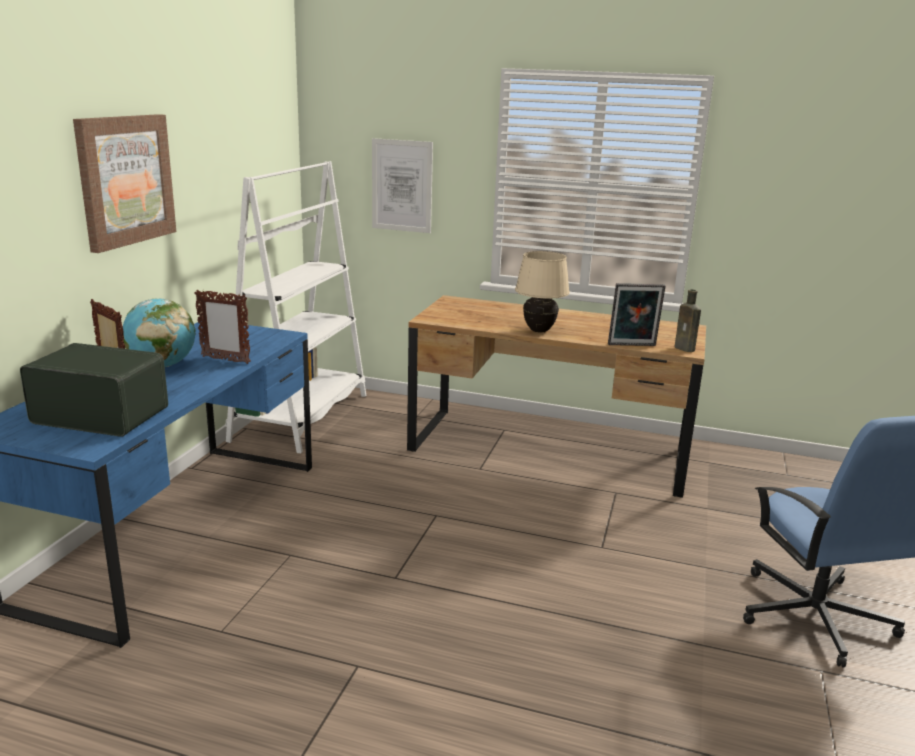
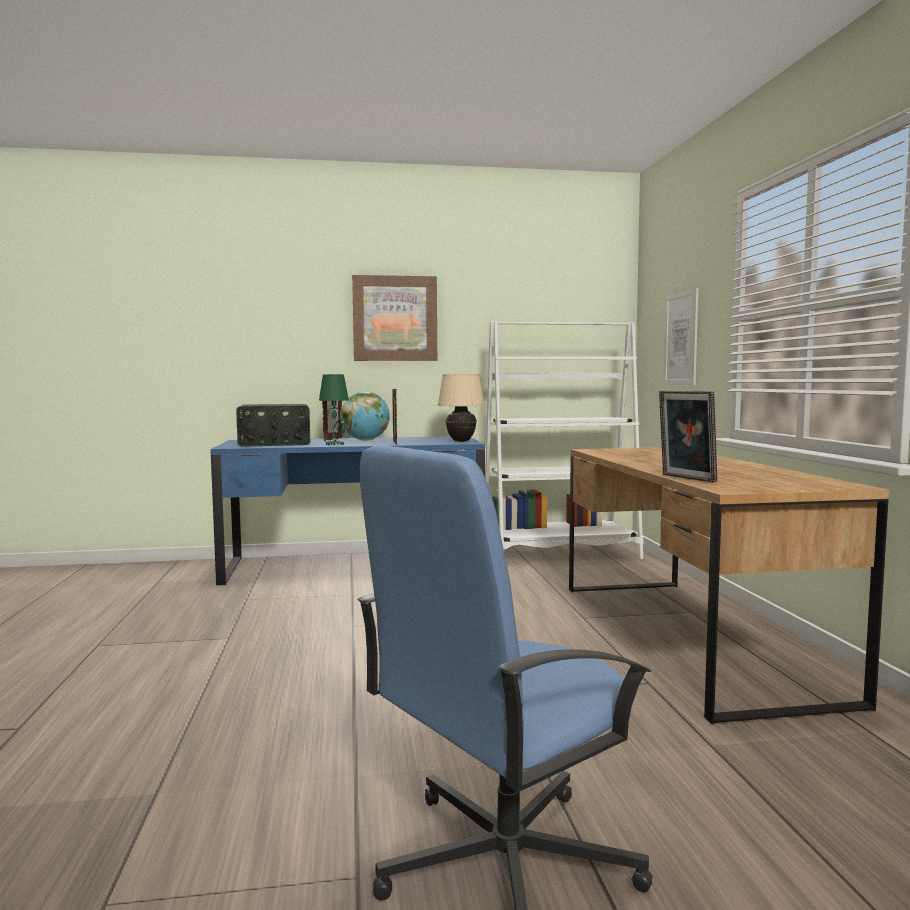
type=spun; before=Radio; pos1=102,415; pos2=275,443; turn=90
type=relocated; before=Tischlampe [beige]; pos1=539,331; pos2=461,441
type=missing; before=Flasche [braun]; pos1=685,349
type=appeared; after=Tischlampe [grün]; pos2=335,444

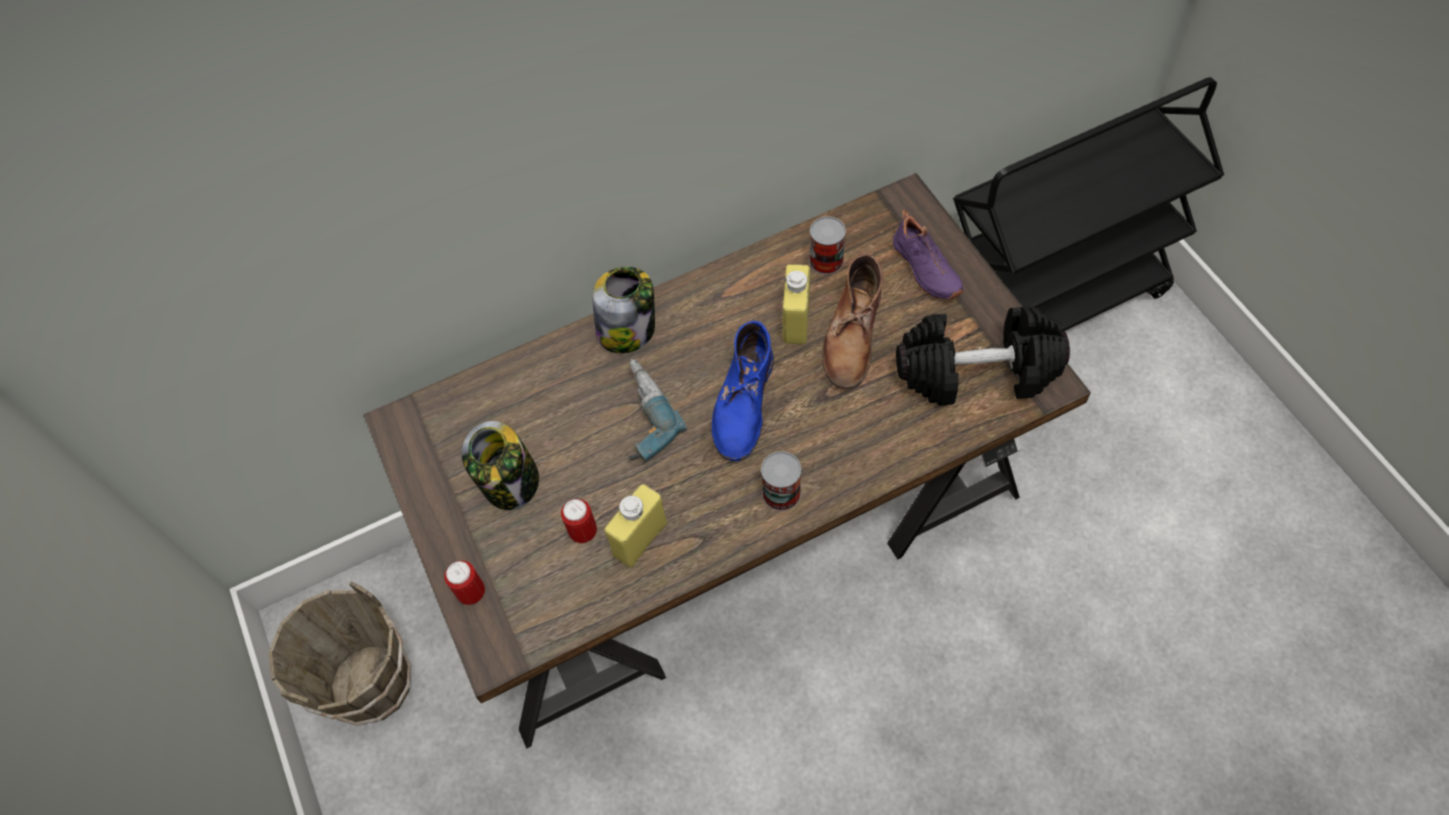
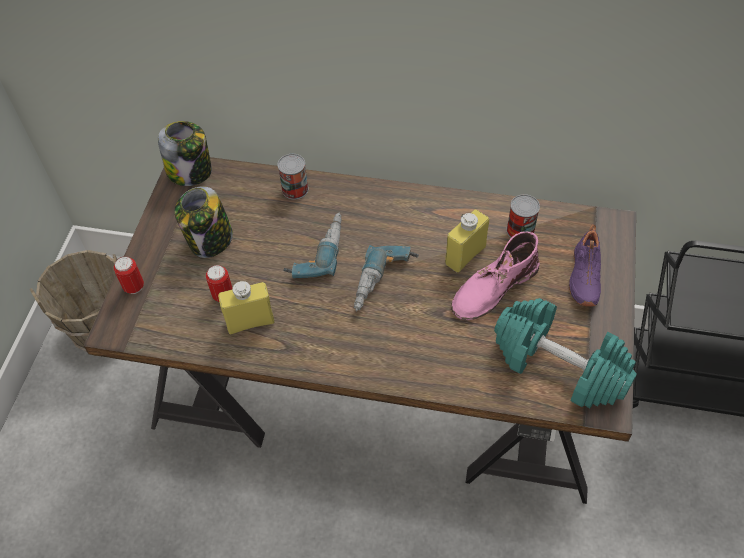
type=relocated; before=Vorratsglas; pos1=627,330; pos2=190,171
type=exchanged; before=Stiefel [blau]; after=Bohrmaschine; pos1=743,404; pos2=384,284
type=relocated; before=Dose; pos1=781,493; pos2=295,189
type=colour; before=Stiefel [braun]; after=Stiefel [rosa]; pos1=852,336; pos2=493,288
type=colour; before=Hantel [schwarz]; after=Hantel [türkis]; pos1=976,373; pos2=558,366

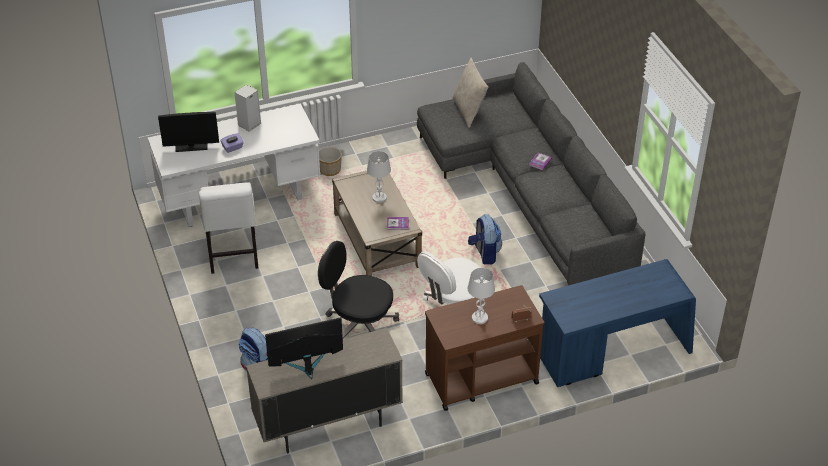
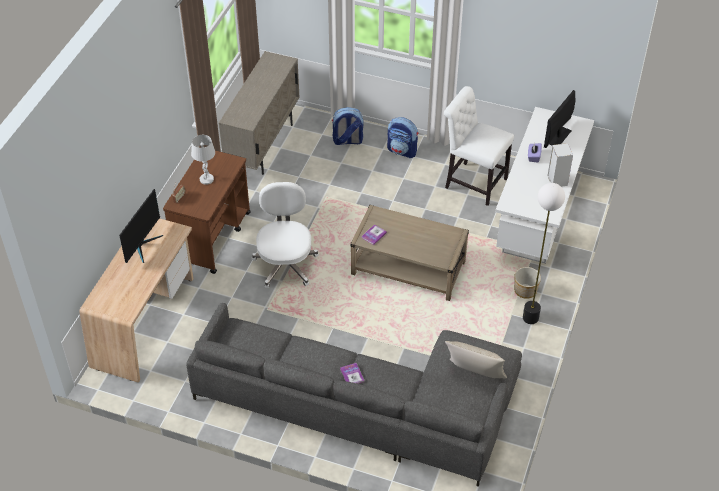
type=relocated; before=Monitor; pos1=306,366; pos2=142,245
type=missing; before=Bürostuhl [schwarz]; pos1=359,325
type=missing; before=Tischlampe [weiß]; pos1=379,198
type=relocated; before=Rucksack; pos1=484,253; pos2=402,151
type=colour; before=Schreibtisch [blau]; after=Schreibtisch [beige]; pos1=613,353; pos2=146,322
type=appeared; after=Stehlampe; pos2=530,317

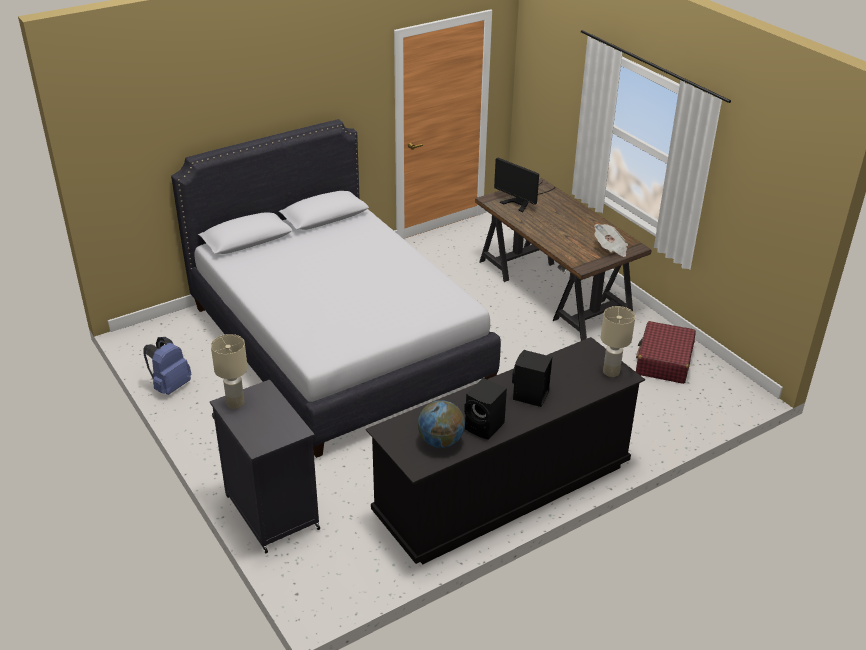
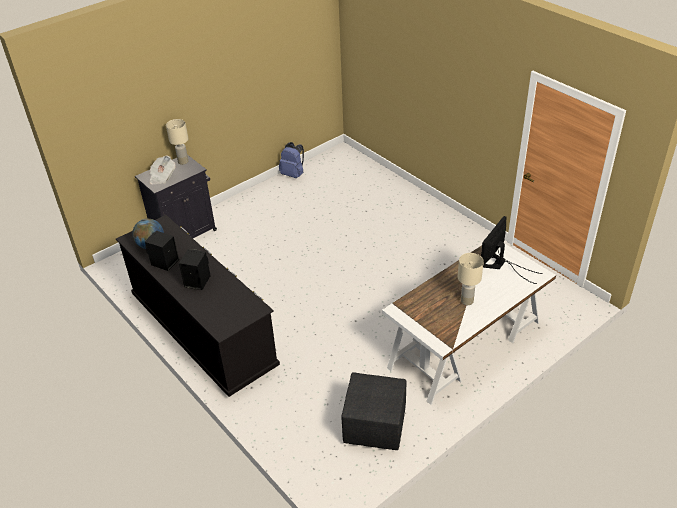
type=missing; before=Bett [weiß]; pos1=337,344
type=colour; before=Schreibtisch [braun]; after=Schreibtisch [weiß]; pos1=554,291; pos2=465,345
type=relocated; before=Zeitung; pos1=610,249; pos2=162,177
type=relocated; before=Tischlampe [beige]; pos1=610,372; pos2=467,301
type=exchanged; before=Koffer [rot]; after=Polsterhocker [schwarz]; pos1=664,361; pos2=374,427

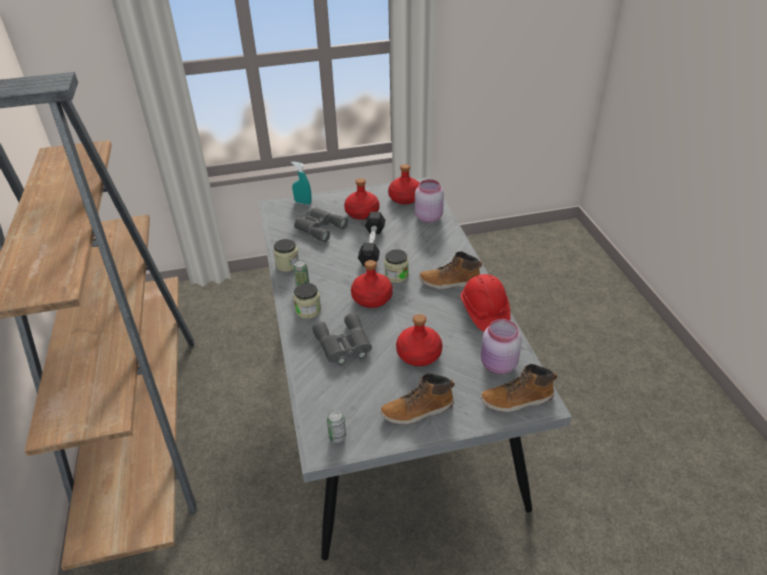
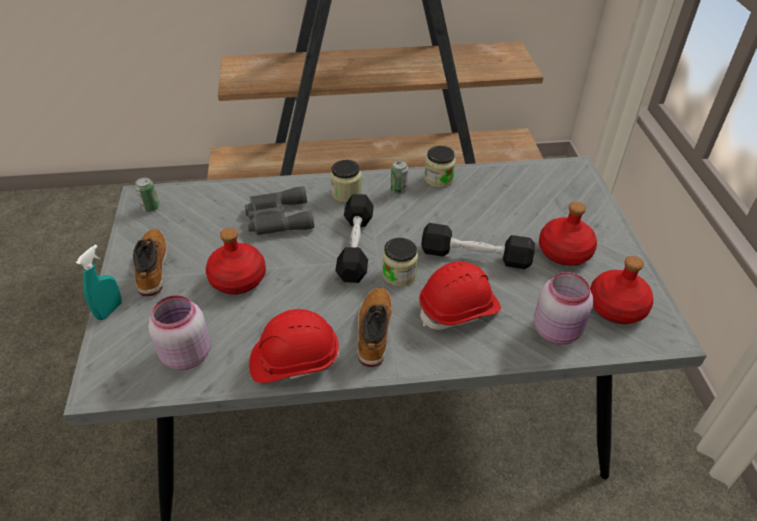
type=relocated; before=Sprühflasche [türkis]; pos1=303,202; pos2=109,310
type=missing; before=Fernglas [grau]; pos1=318,227
type=exchanged; before=Flasche [rot]; after=Hantel [schwarz]; pos1=371,298; pos2=355,246
type=missing; before=Stiefel; pos1=517,400
type=appeared; after=Schutzhelm [rot]; pos2=459,309

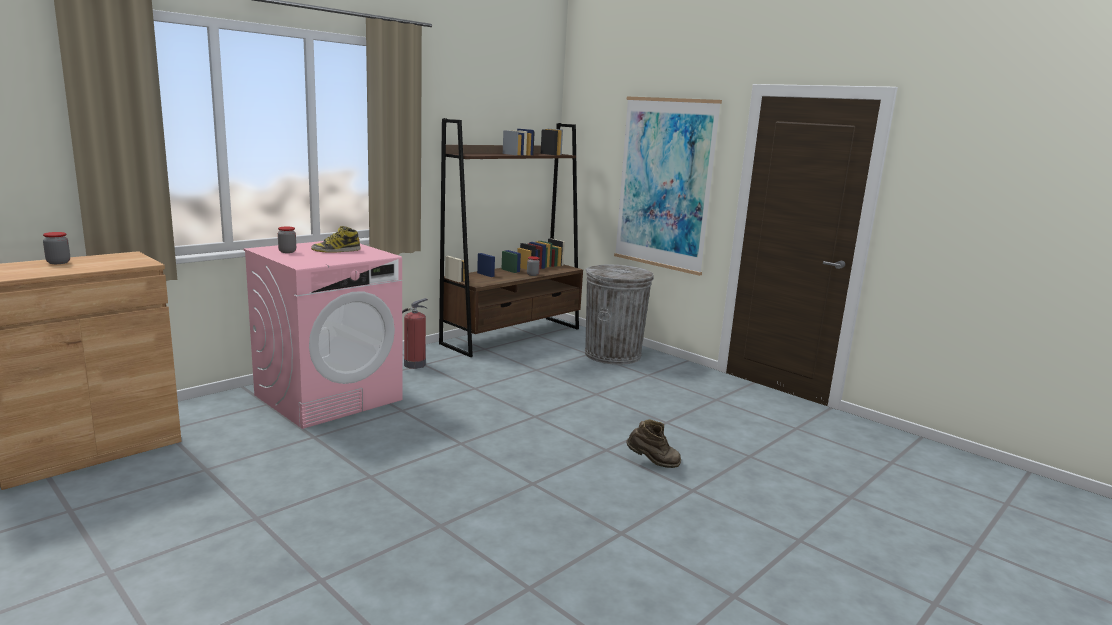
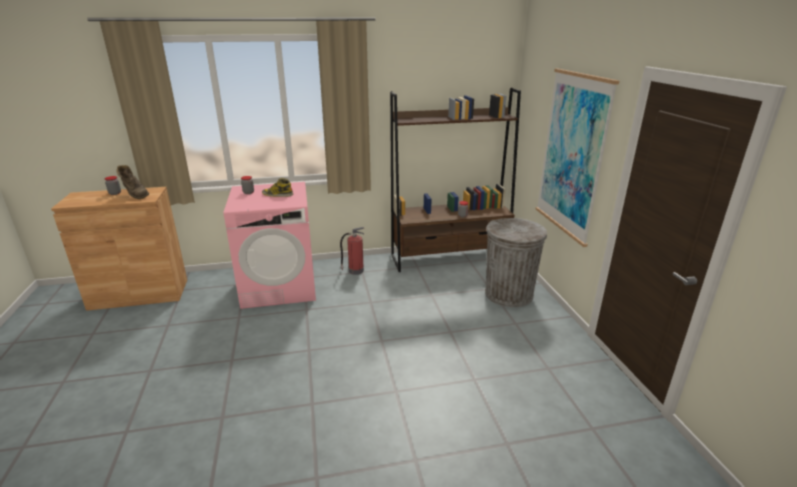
type=relocated; before=Stiefel [braun]; pos1=652,463; pos2=135,195

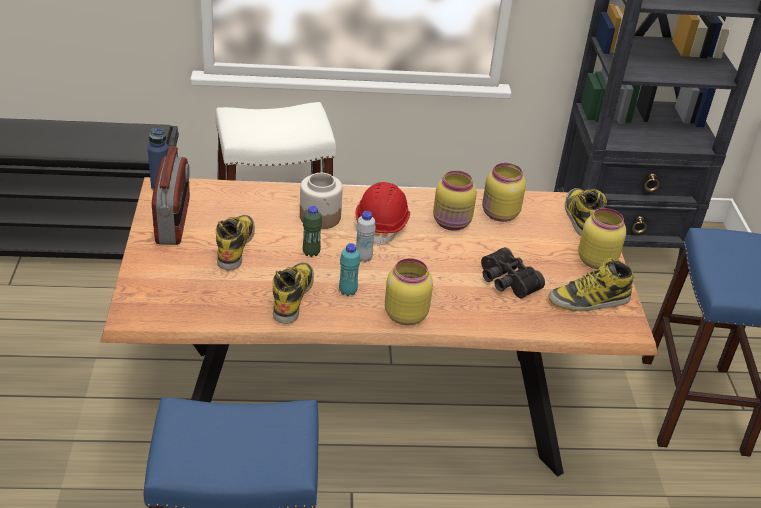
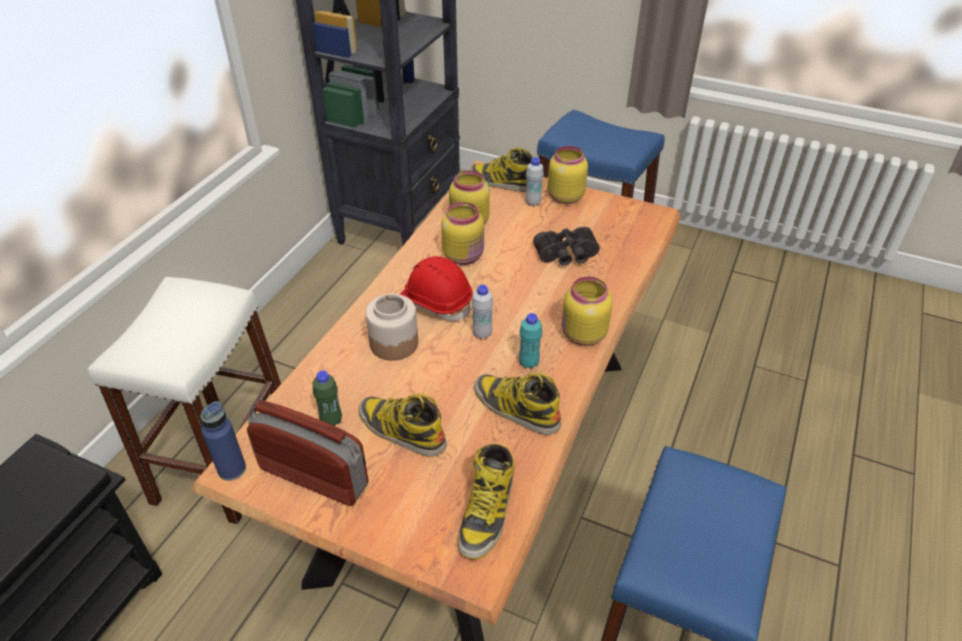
type=relocated; before=Flasche [grün]; pos1=311,253; pos2=331,421
type=relocated; before=Stiefel; pos1=589,300; pos2=486,512
type=appeared; after=Flasche [weiß]; pos2=533,203

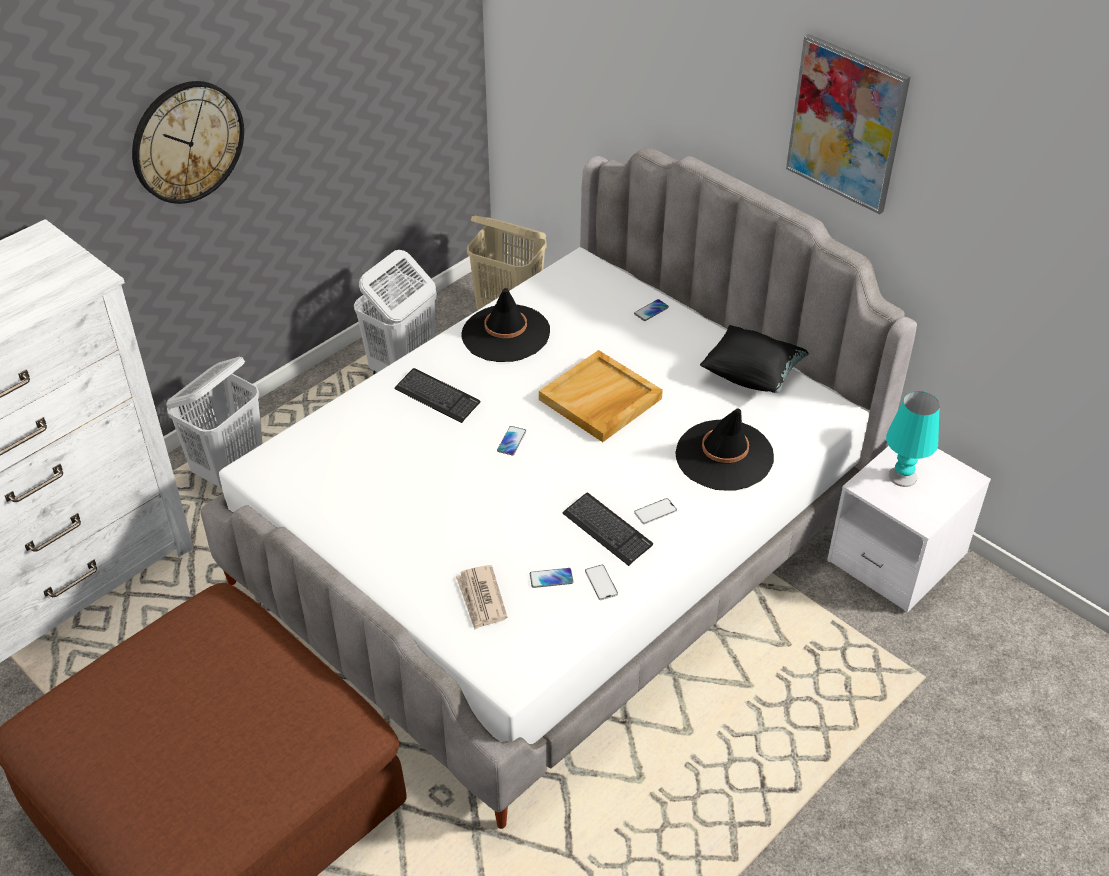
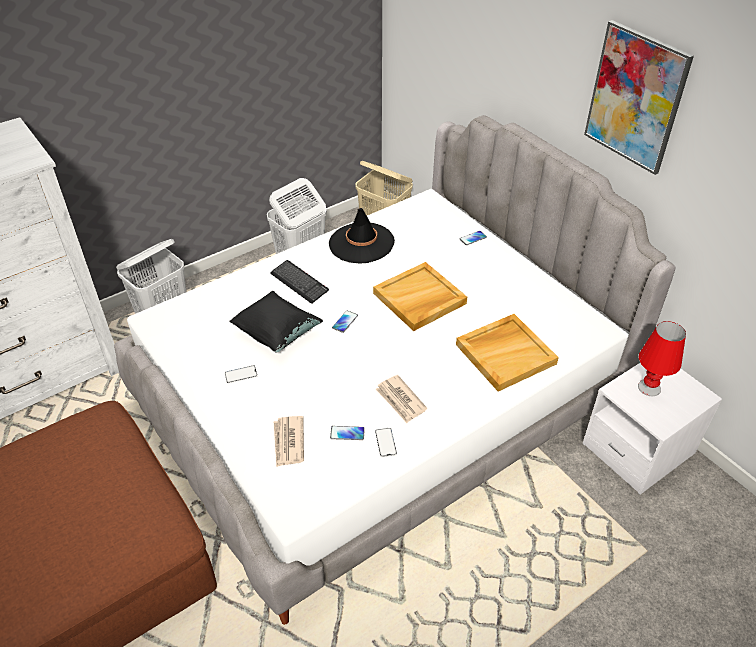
type=missing; before=Wanduhr; pos1=187,142
type=exchanged; before=Tastatur; after=Zeitung; pos1=607,530; pos2=400,400
type=relocated; before=Handy; pos1=655,511; pos2=241,374
type=exchanged; before=Hut [schwarz]; after=Tablett [beige]; pos1=724,456; pos2=505,353
type=relocated; before=Kissen [schwarz]; pos1=752,375; pos2=277,334
type=colour; before=Tischlampe [türkis]; after=Tischlampe [rot]; pos1=902,477; pos2=649,388

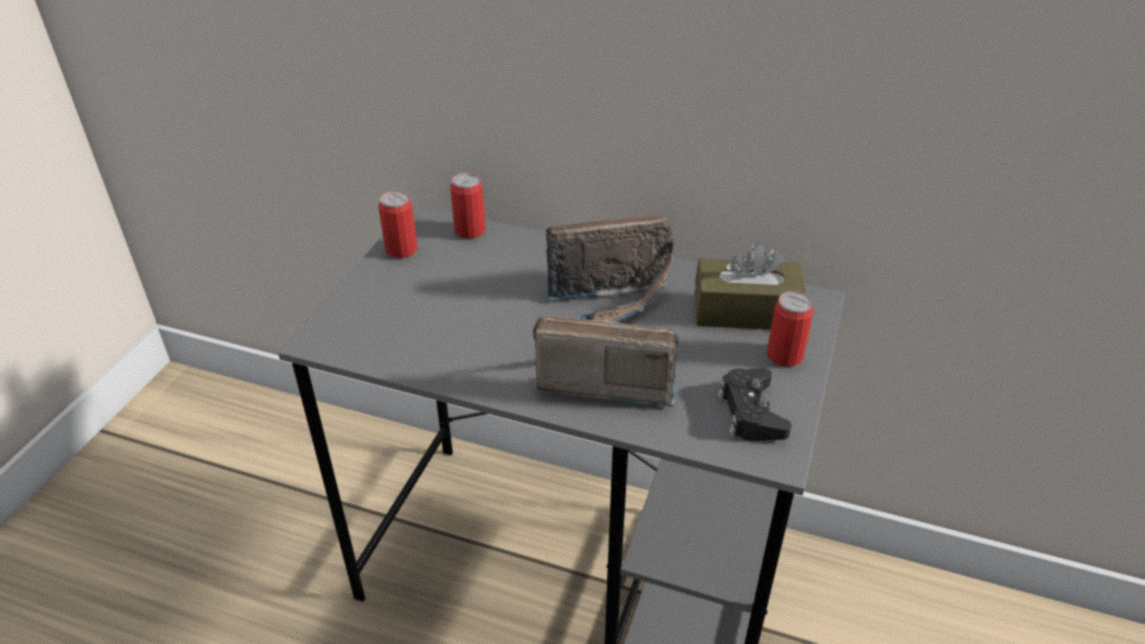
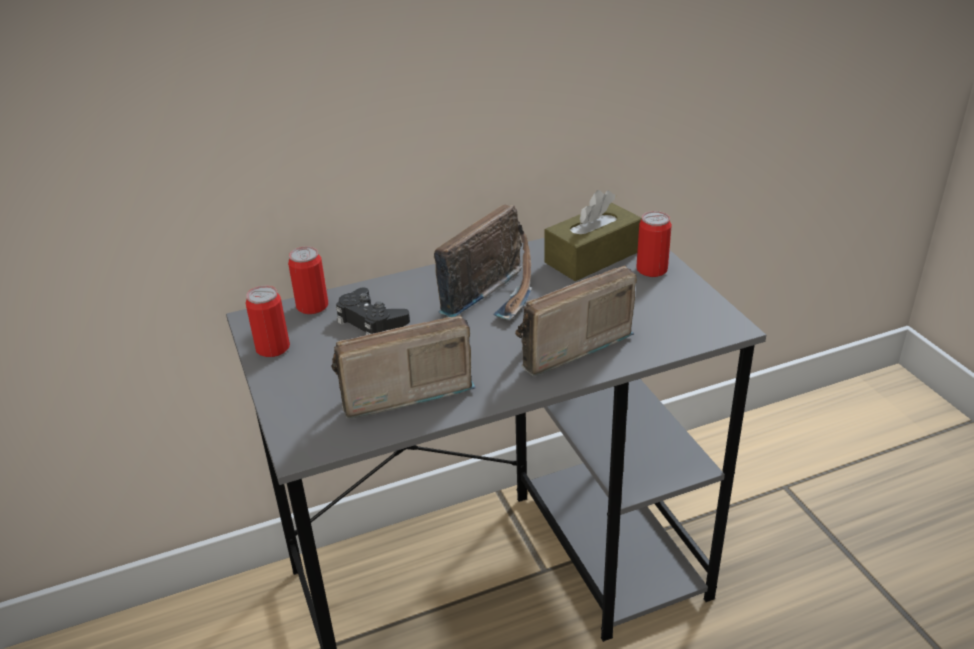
type=relocated; before=Gamepad [schwarz]; pos1=751,412; pos2=371,321
type=appeared; after=Radio; pos2=400,390

